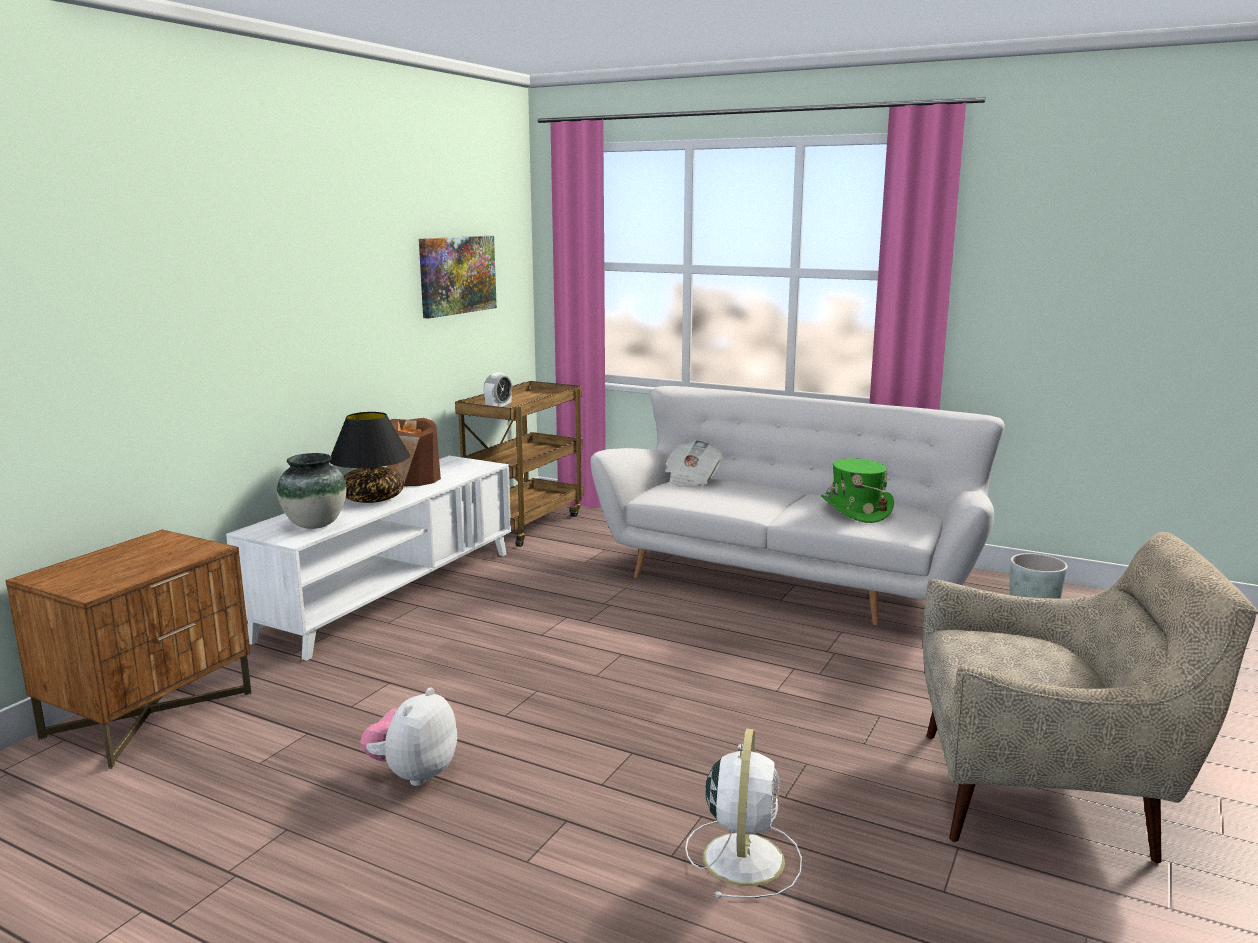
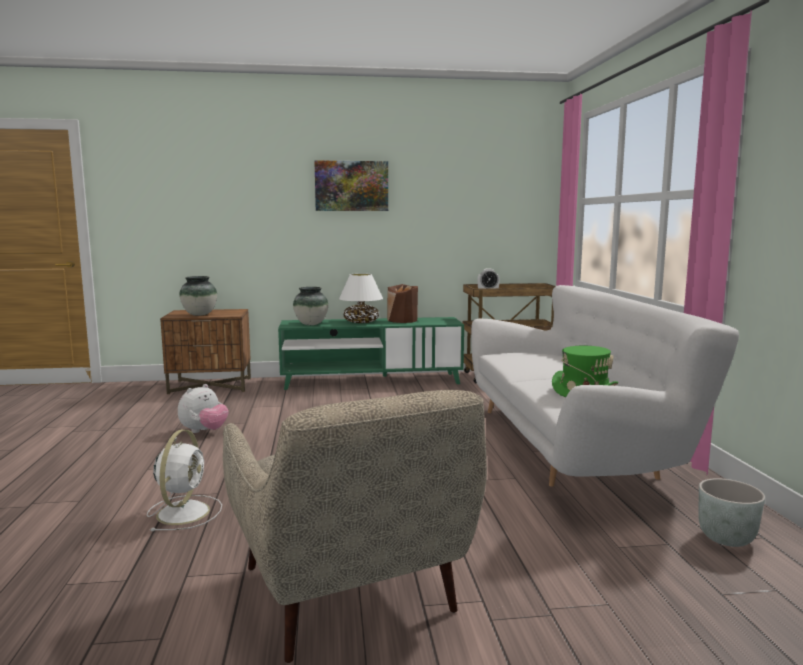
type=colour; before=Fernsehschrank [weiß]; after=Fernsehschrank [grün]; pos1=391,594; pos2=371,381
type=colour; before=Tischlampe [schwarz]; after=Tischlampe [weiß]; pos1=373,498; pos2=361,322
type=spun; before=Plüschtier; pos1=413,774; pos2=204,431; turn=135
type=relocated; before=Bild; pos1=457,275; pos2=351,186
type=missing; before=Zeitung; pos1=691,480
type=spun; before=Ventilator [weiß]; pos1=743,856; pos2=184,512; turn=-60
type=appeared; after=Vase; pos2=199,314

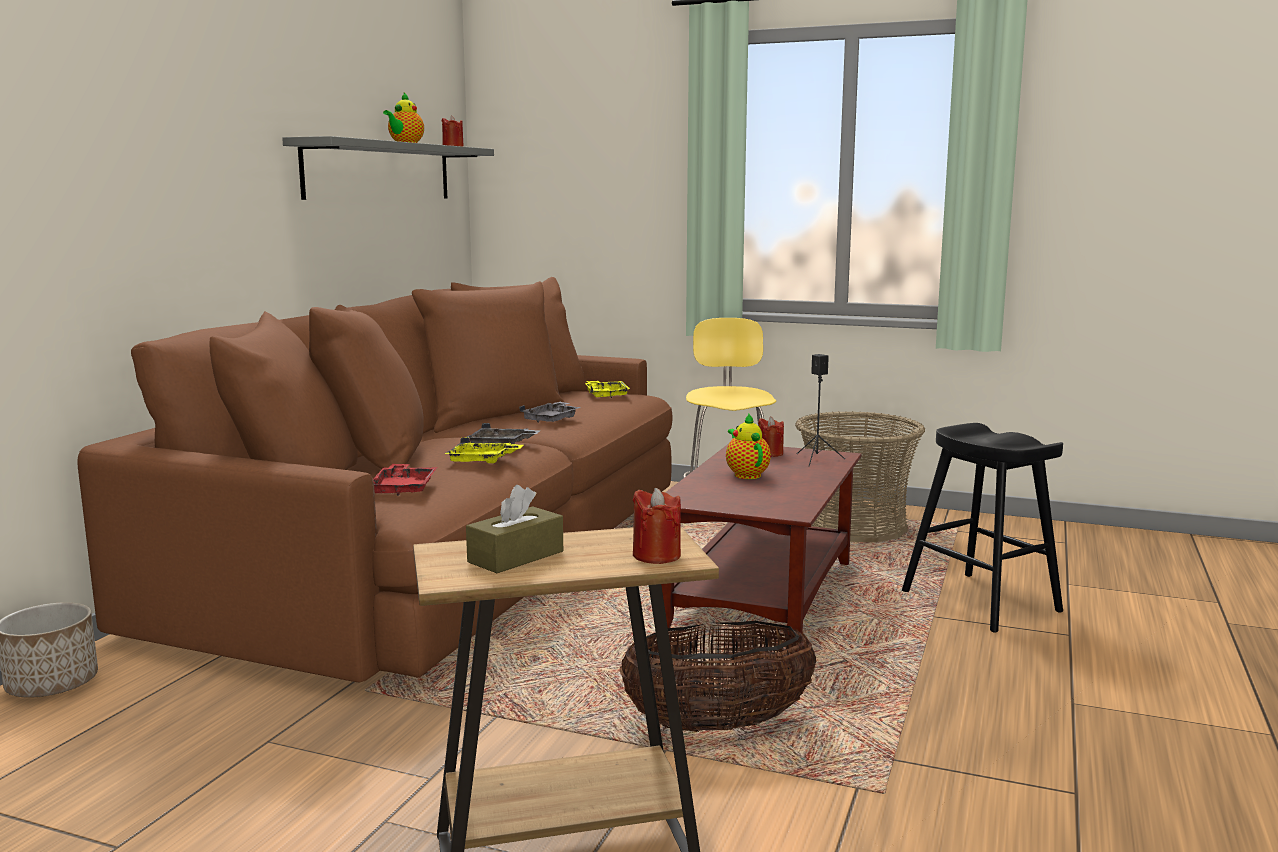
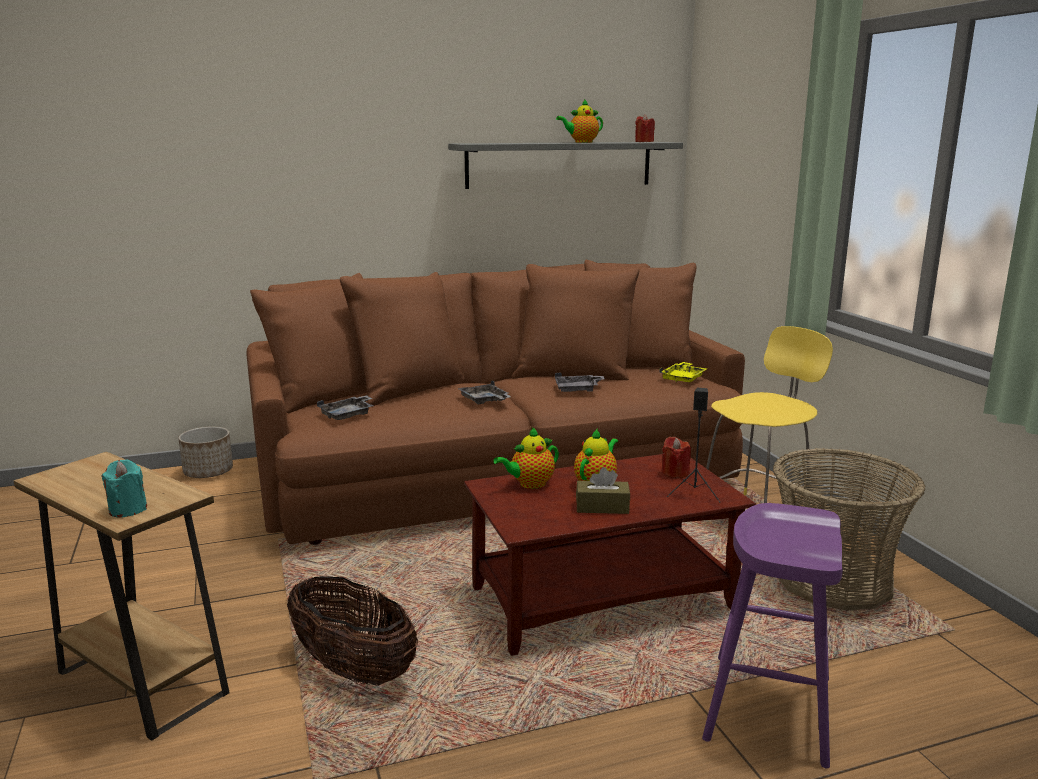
type=colour; before=Tablett [rot]; after=Tablett [grau]; pos1=404,489; pos2=348,415
type=missing; before=Tablett [gelb]; pos1=482,461
type=relocated; before=Taschentuchbox [braun]; pos1=516,557; pos2=602,507
type=colour; before=Kerze [rot]; after=Kerze [türkis]; pos1=656,555; pos2=128,509
type=colour; before=Hocker [schwarz]; after=Hocker [lila]; pos1=980,602; pos2=768,708
type=appeared; after=Teekanne; pos2=530,484

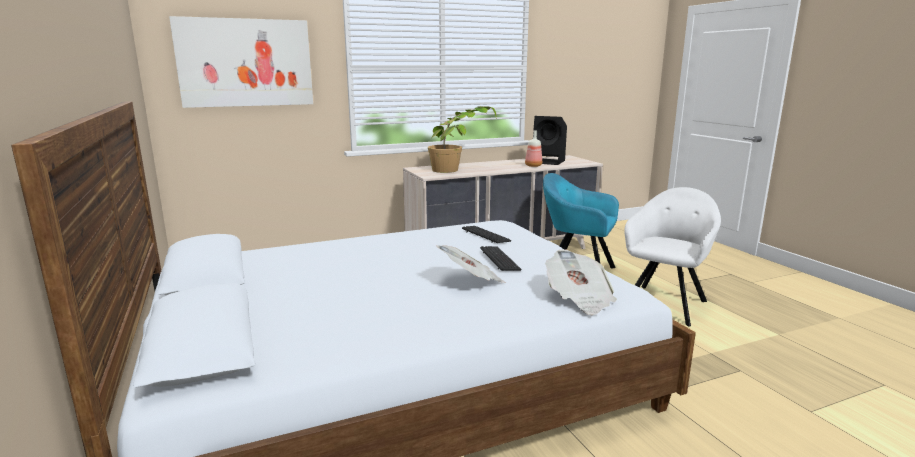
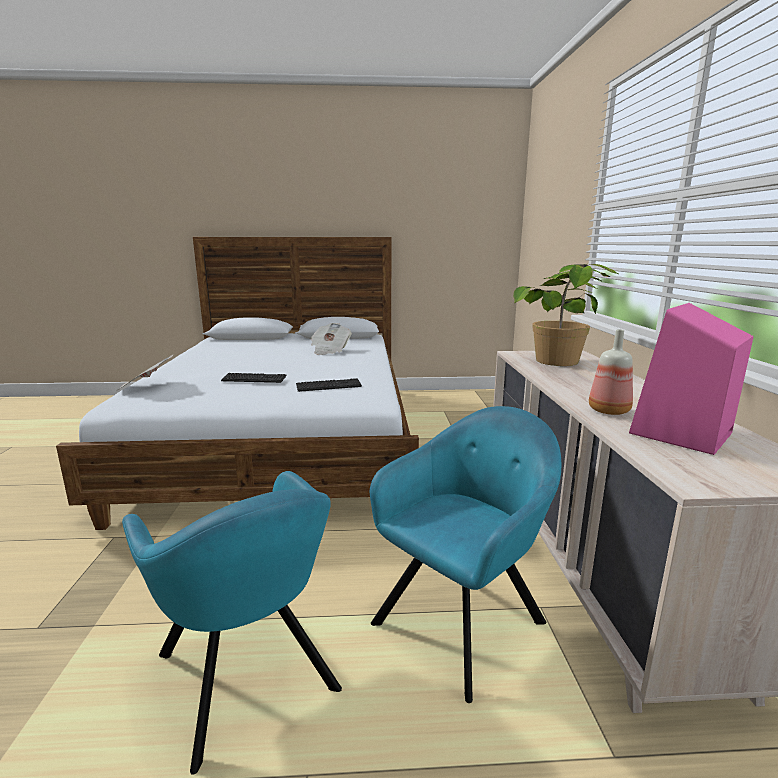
type=missing; before=Bild; pos1=245,63
type=relocated; before=Zeitung; pos1=471,281; pos2=330,350
type=colour; before=Lautsprecher [schwarz]; after=Lautsprecher [rosa]; pos1=549,162; pos2=680,434
type=colour; before=Sessel [weiß]; after=Sessel [türkis]; pos1=665,303; pos2=249,677

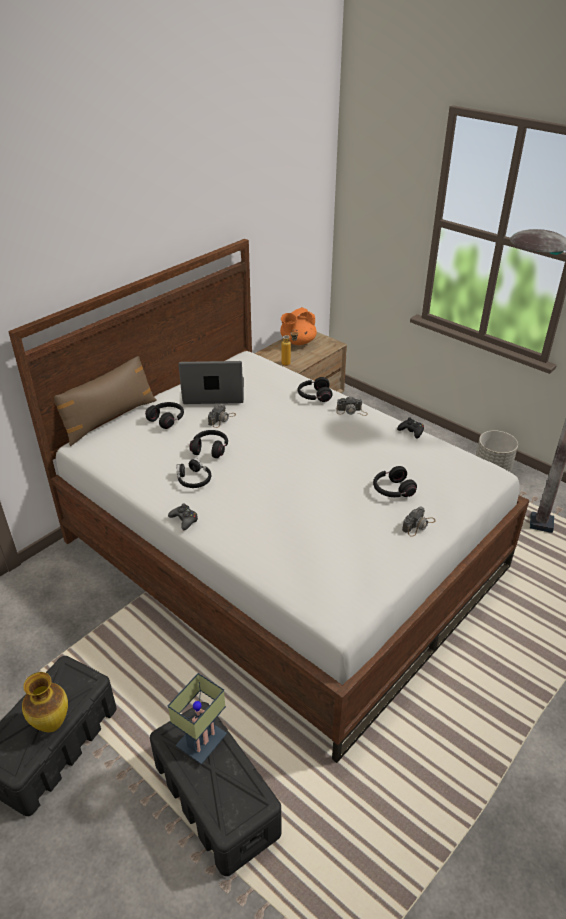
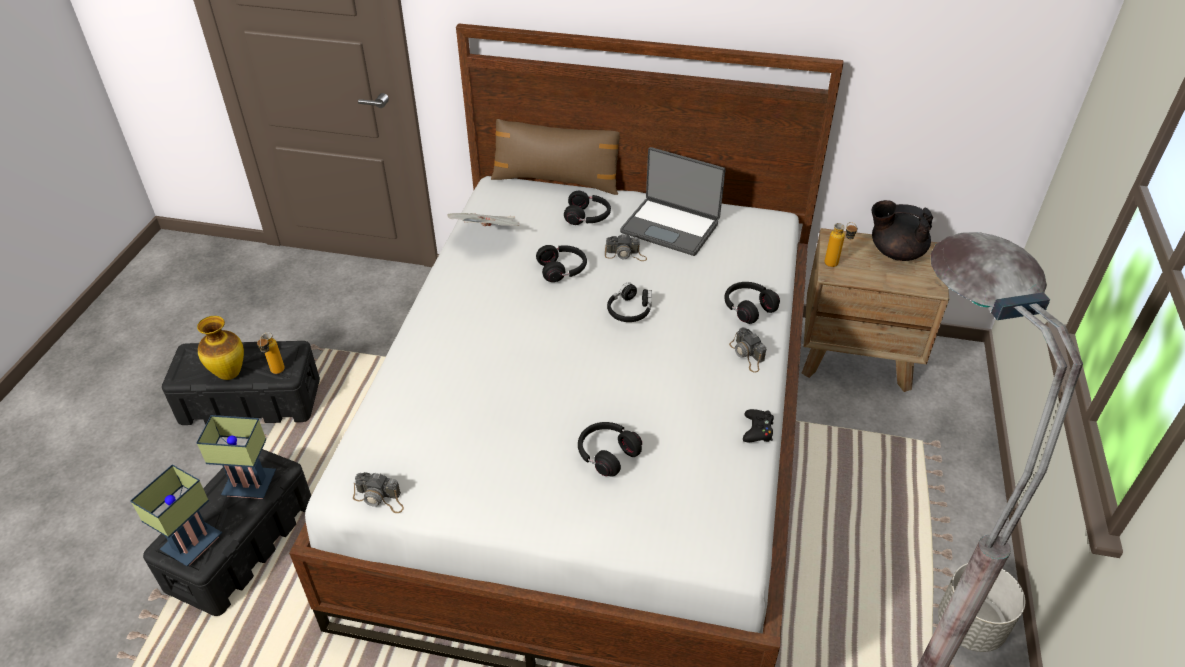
type=missing; before=Gamepad [schwarz]; pos1=184,520
type=relocated; before=Kopfhörer [schwarz]; pos1=193,479; pos2=630,310
type=spun; before=Laptop; pos1=213,393; pos2=670,227; turn=150
type=colour; before=Teekanne [orange]; after=Teekanne [schwarz]; pos1=297,342; pos2=895,252
type=relocated; before=Kamera; pos1=418,525; pos2=380,498
type=appeared; after=Tischlampe; pos2=192,541
type=appeared; after=Flasche; pos2=276,373
type=appeared; after=Zeitung; pos2=488,234

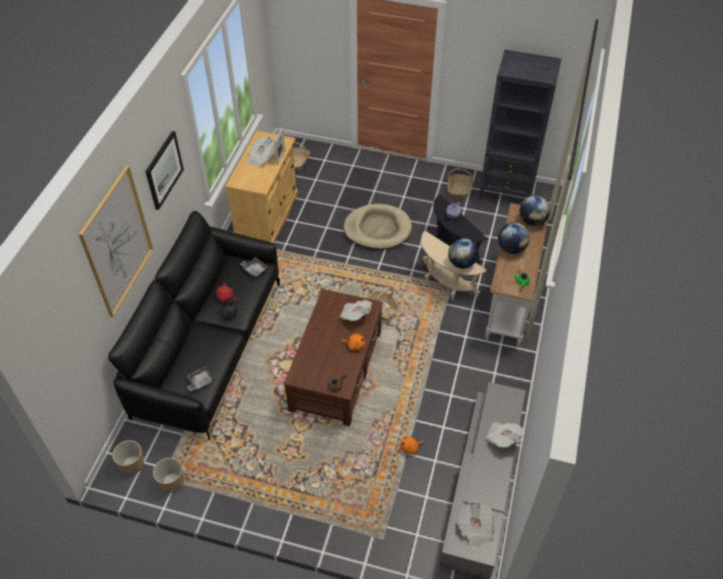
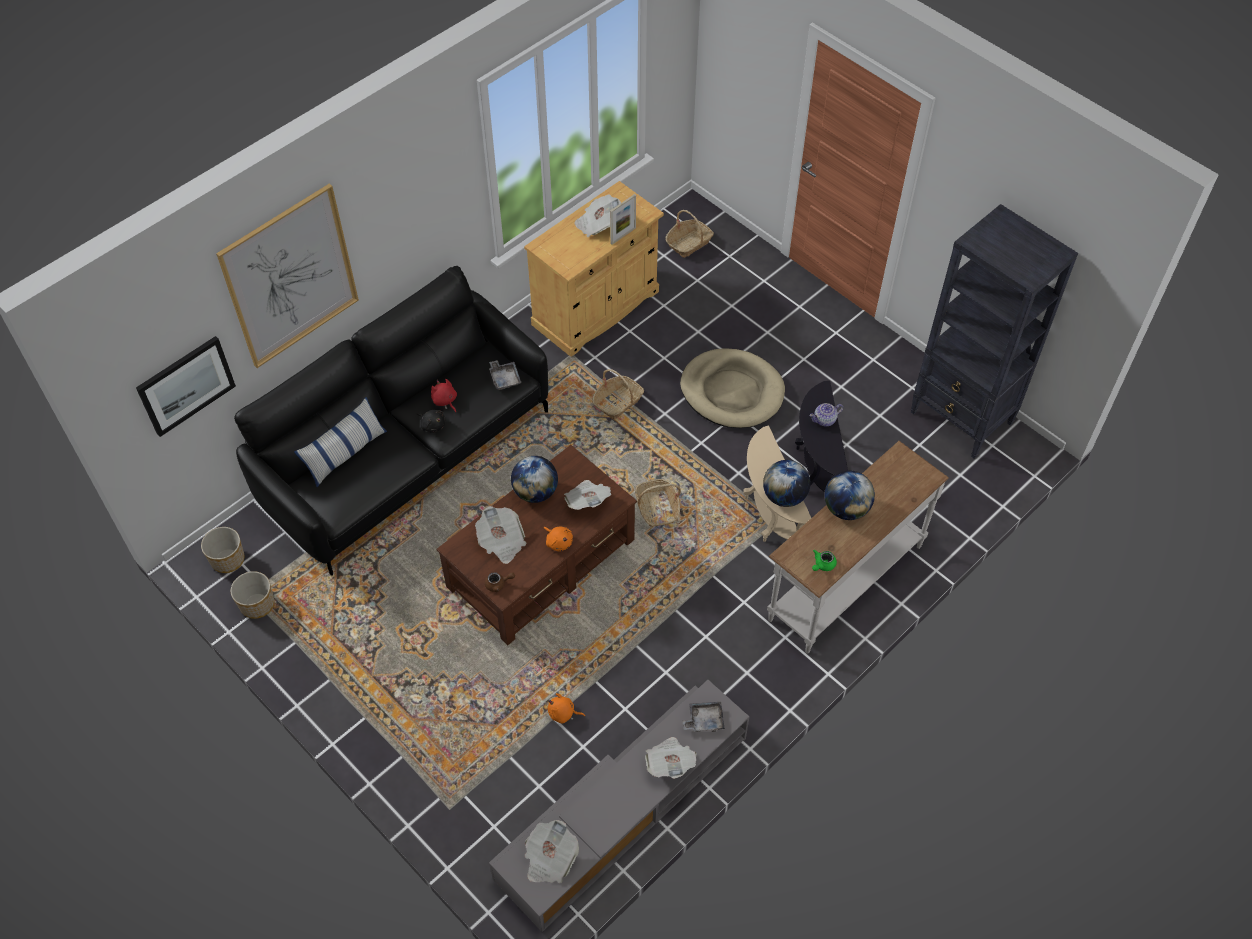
type=relocated; before=Bild; pos1=163,170; pos2=186,385
type=relocated; before=Tablett [grau]; pos1=200,381; pos2=704,720
type=relocated; before=Korb; pos1=459,189; pos2=618,402
type=relocated; before=Globus; pos1=532,221; pos2=535,492
type=appeared; after=Kissen; pos2=345,453
type=appeared; after=Zeitung; pos2=501,542

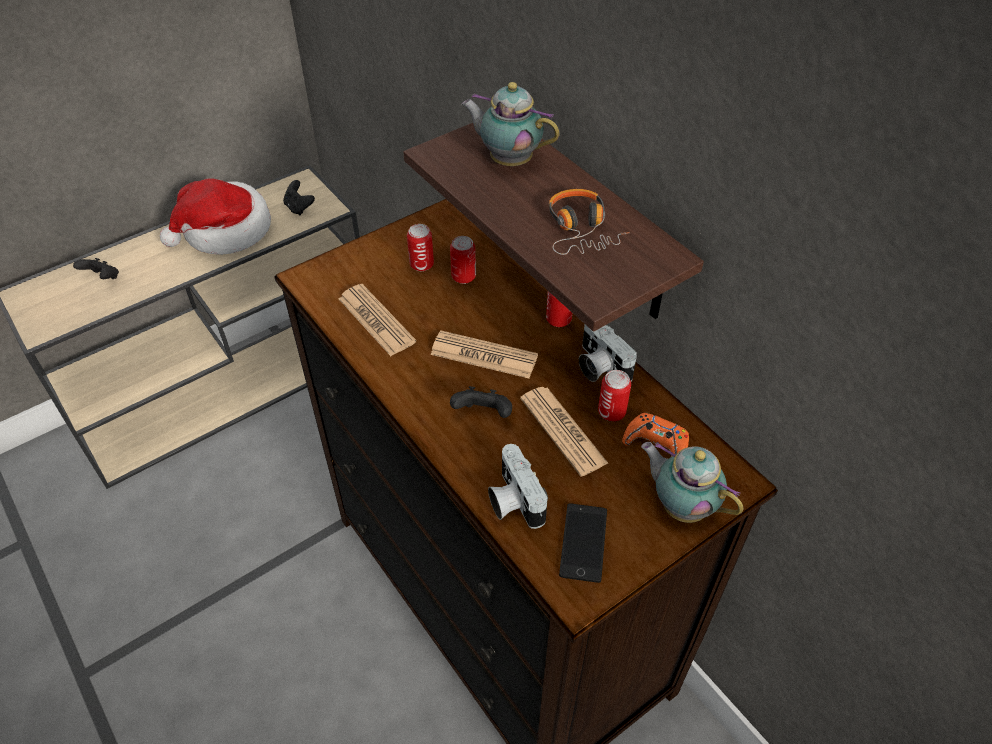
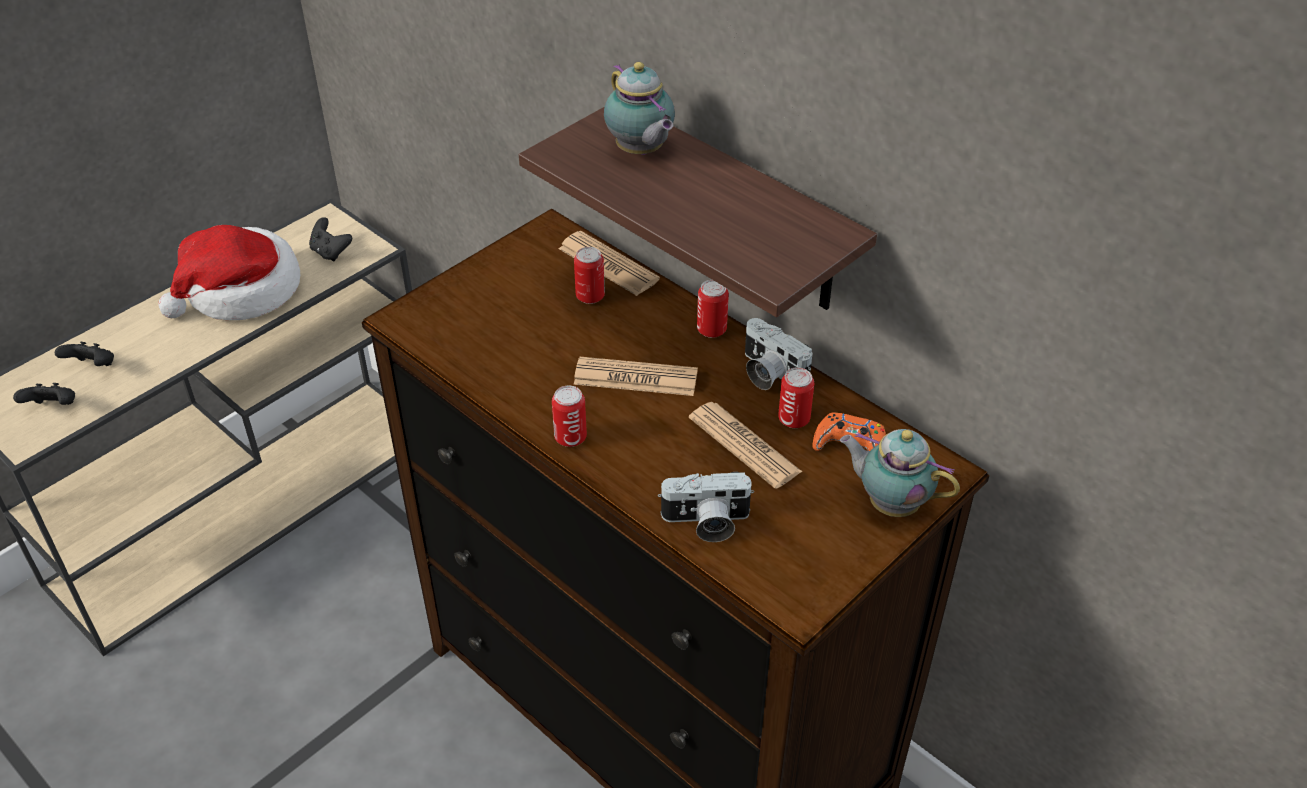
type=relocated; before=Zeitung; pos1=376,320; pos2=608,264
type=relocated; before=Dose; pos1=421,265; pos2=570,437
type=relocated; before=Gamepad [schwarz]; pos1=483,414; pos2=53,408
type=spun; before=Teekanne; pos1=508,160; pos2=640,152; turn=-135
type=spun; before=Kamera; pos1=513,500; pos2=706,523; turn=-60
type=missing; before=Kopfhörer; pos1=581,230
type=missing; before=Handy; pos1=583,542

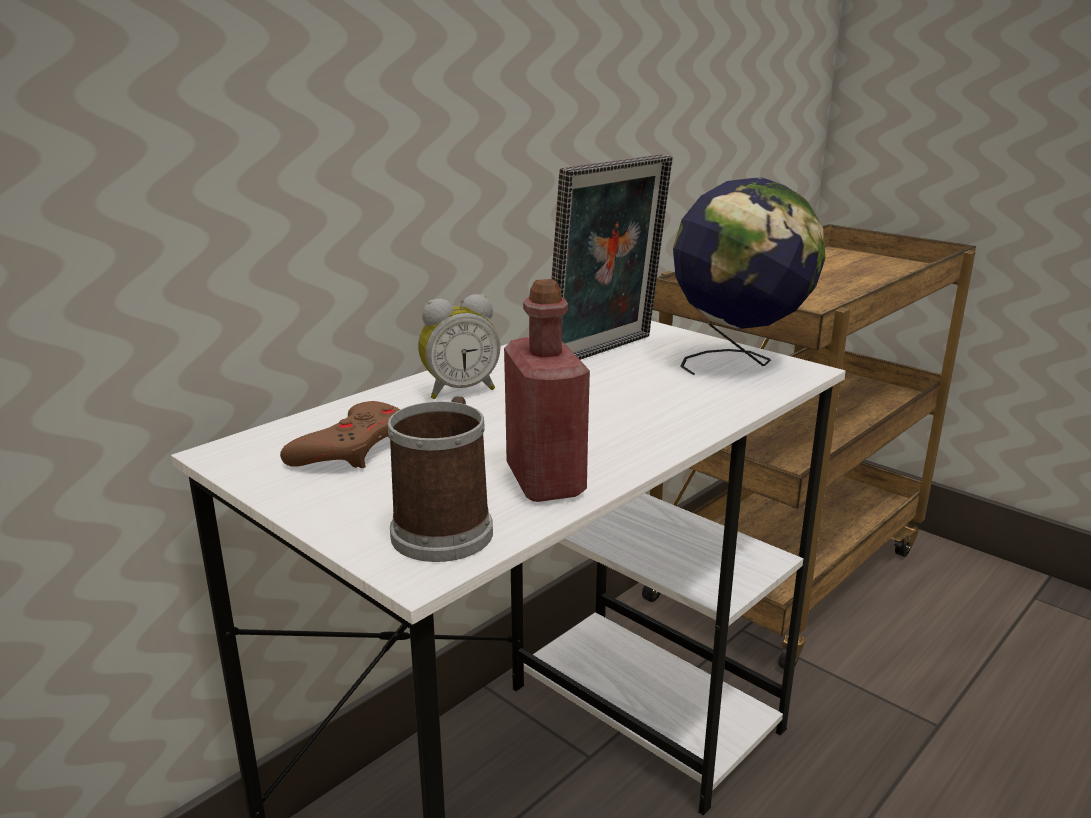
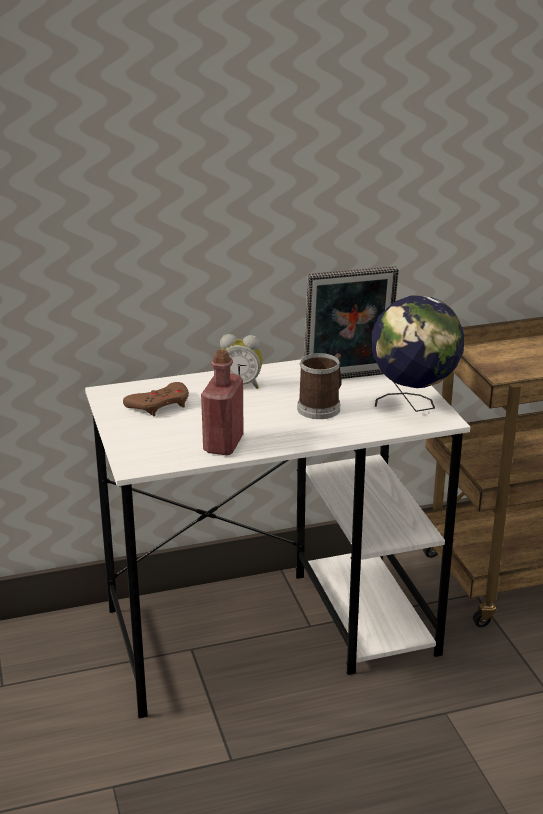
type=relocated; before=Henkelbecher; pos1=446,527; pos2=322,407

